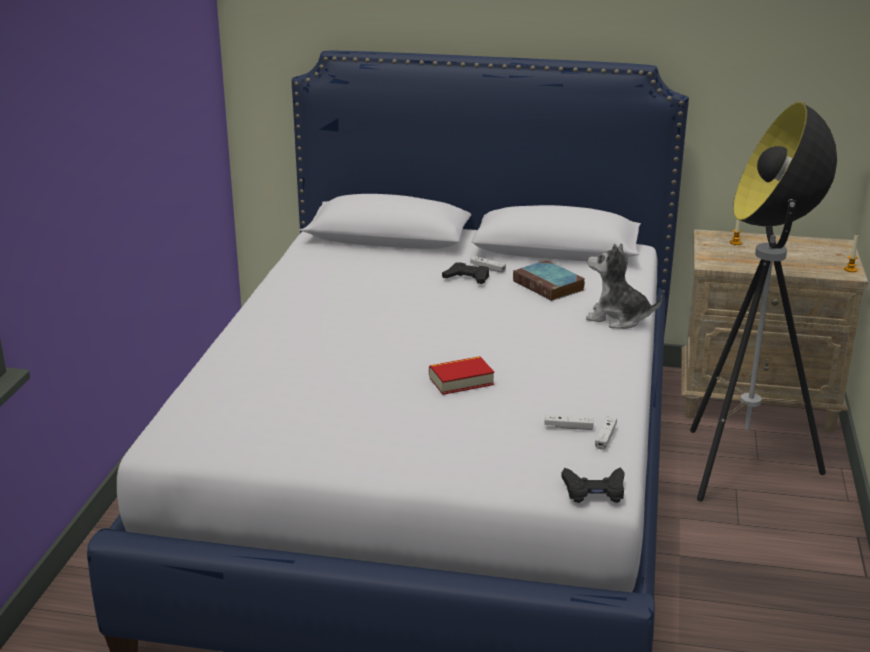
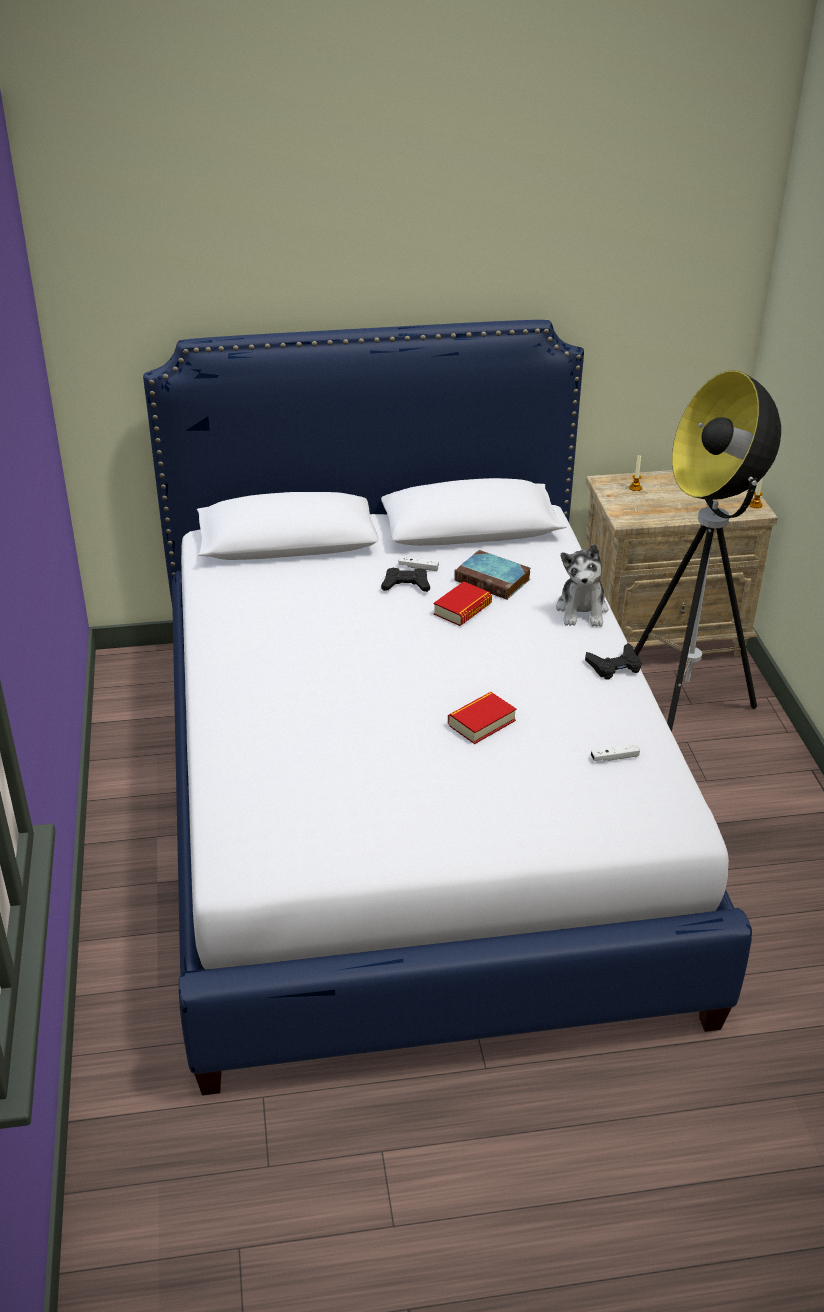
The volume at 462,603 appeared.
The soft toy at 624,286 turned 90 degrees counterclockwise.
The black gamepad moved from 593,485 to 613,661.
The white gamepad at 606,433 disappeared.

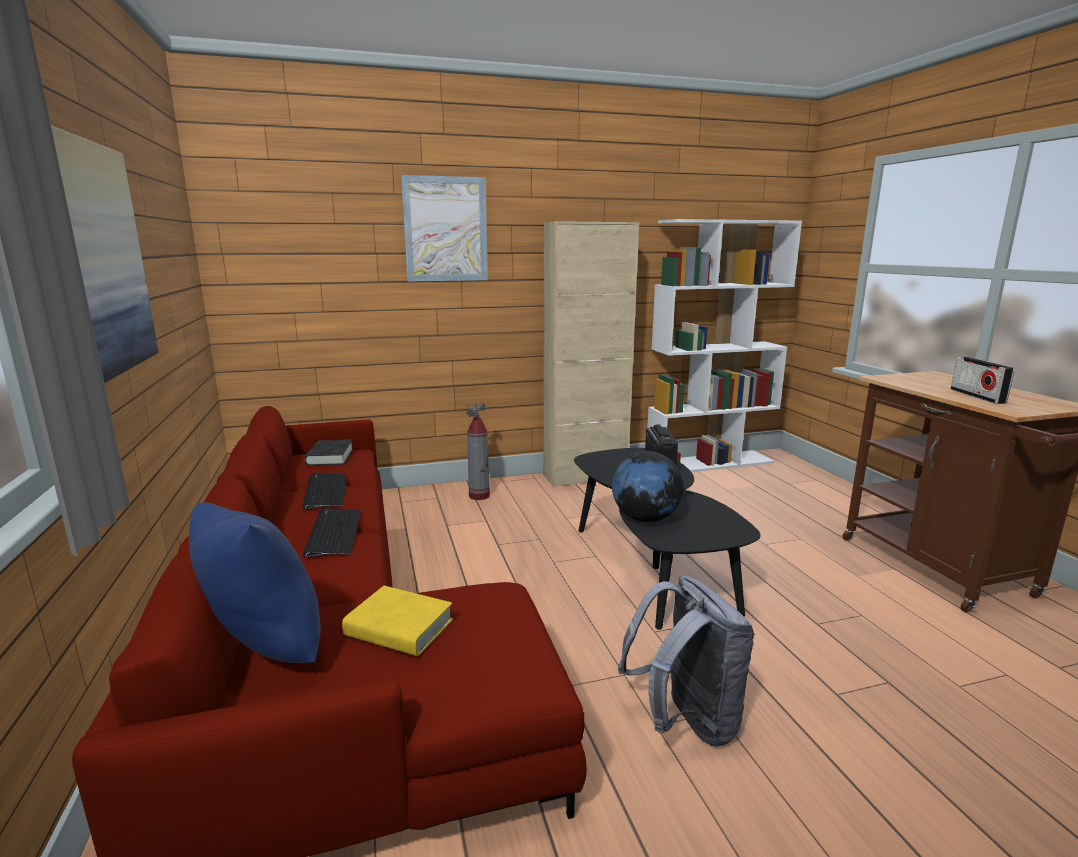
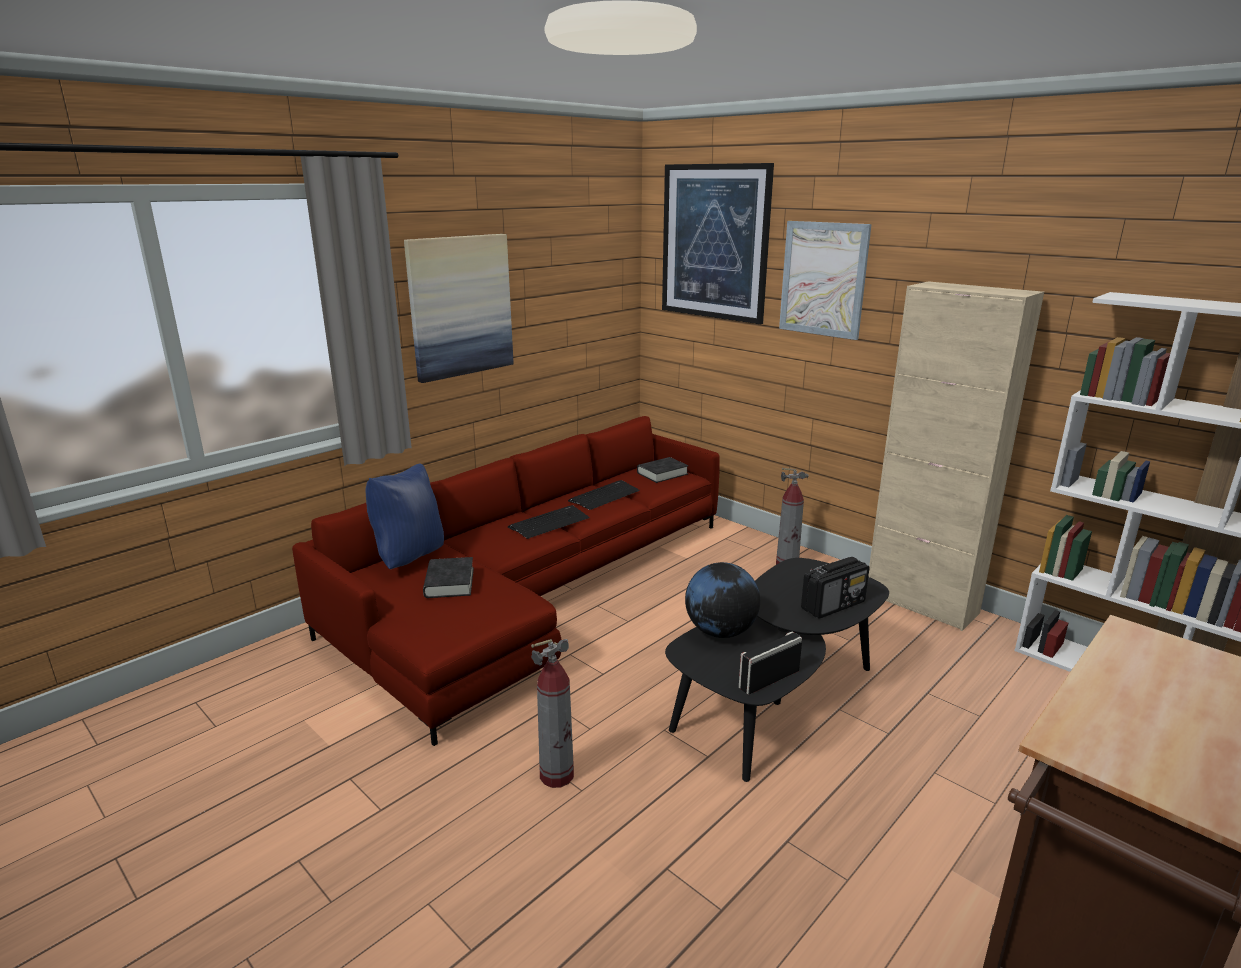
The yellow-coloured volume at 397,621 became the black volume at 448,577.
The greyish knapsack at 686,661 was replaced by the fire extinguisher at 552,713.
The picture at 718,243 appeared.
The radio set moved from 983,380 to 770,663.

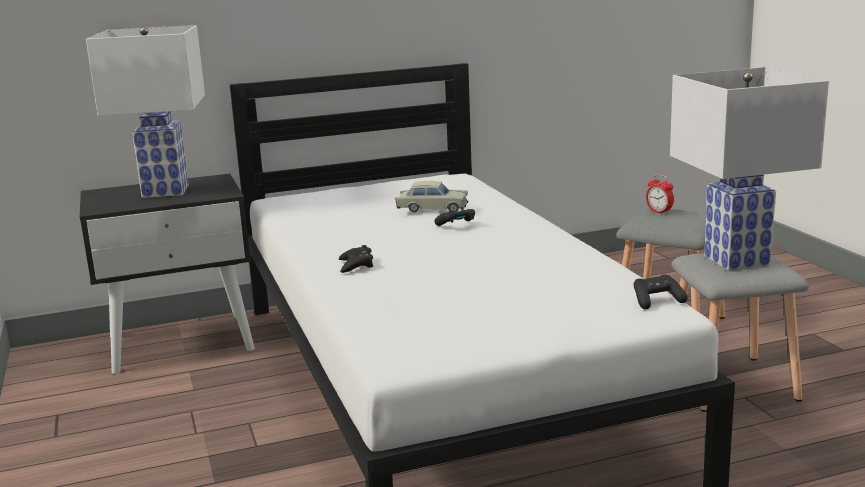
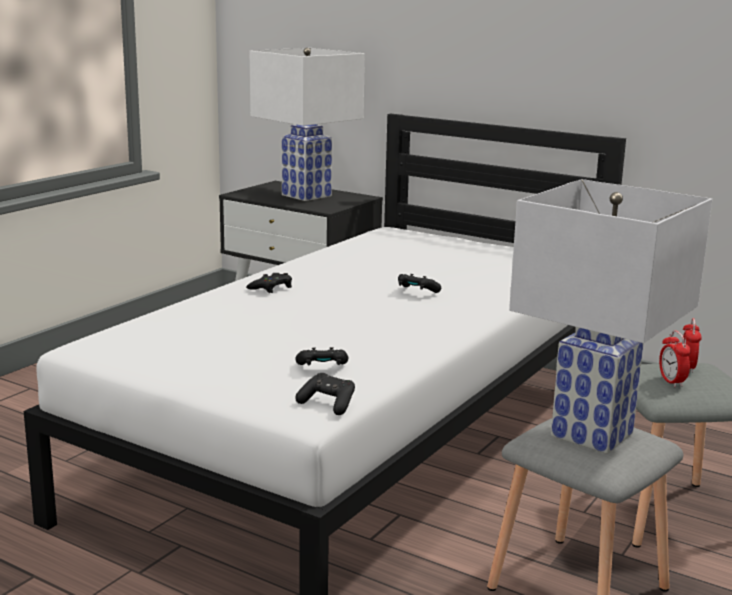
The black gamepad at 322,356 appeared.
The table clock at 675,359 appeared.
The sand-coloured miniature car at 431,196 disappeared.

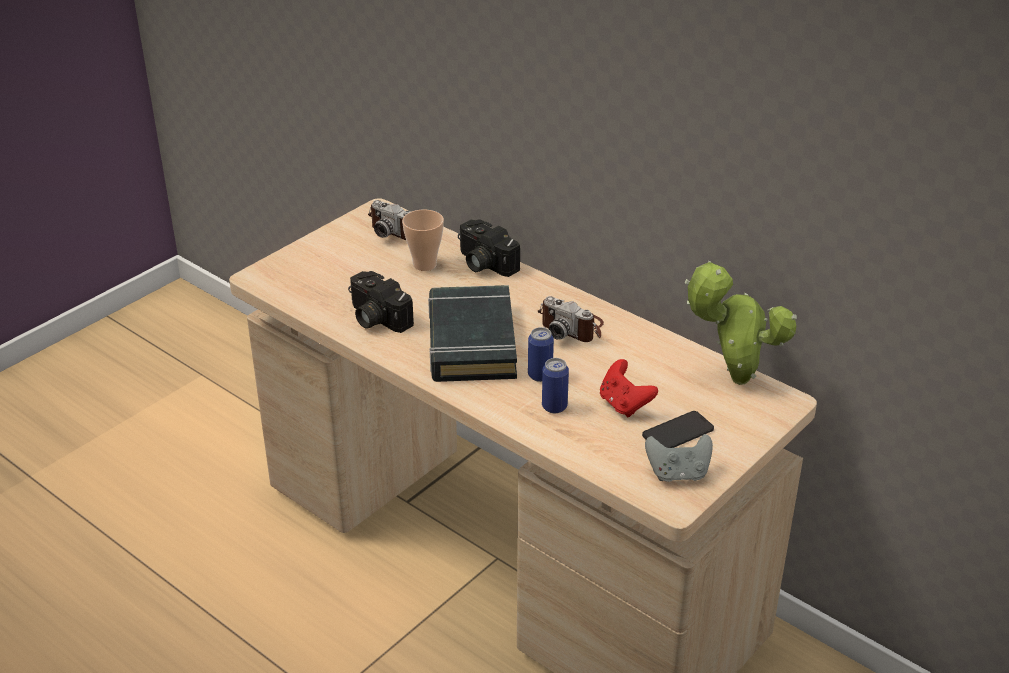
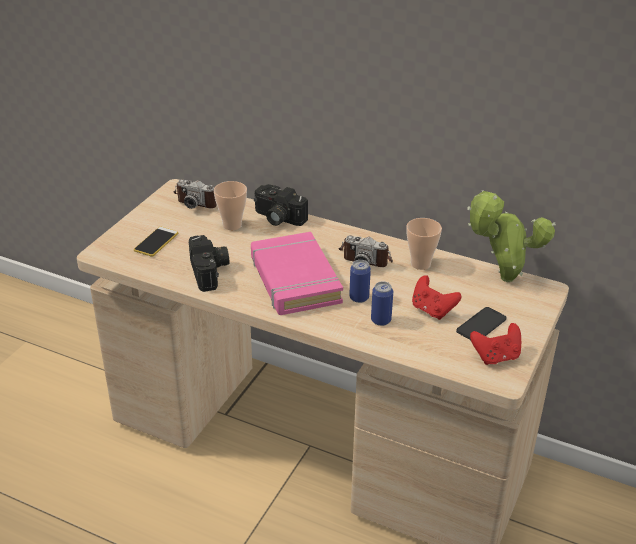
The telephone at 156,242 appeared.
The still camera at 381,302 turned 135 degrees counterclockwise.
The black volume at 472,333 became the pink-coloured volume at 297,273.
The small cup at 424,244 appeared.
The greyish gamepad at 679,458 became the reddish gamepad at 495,344.

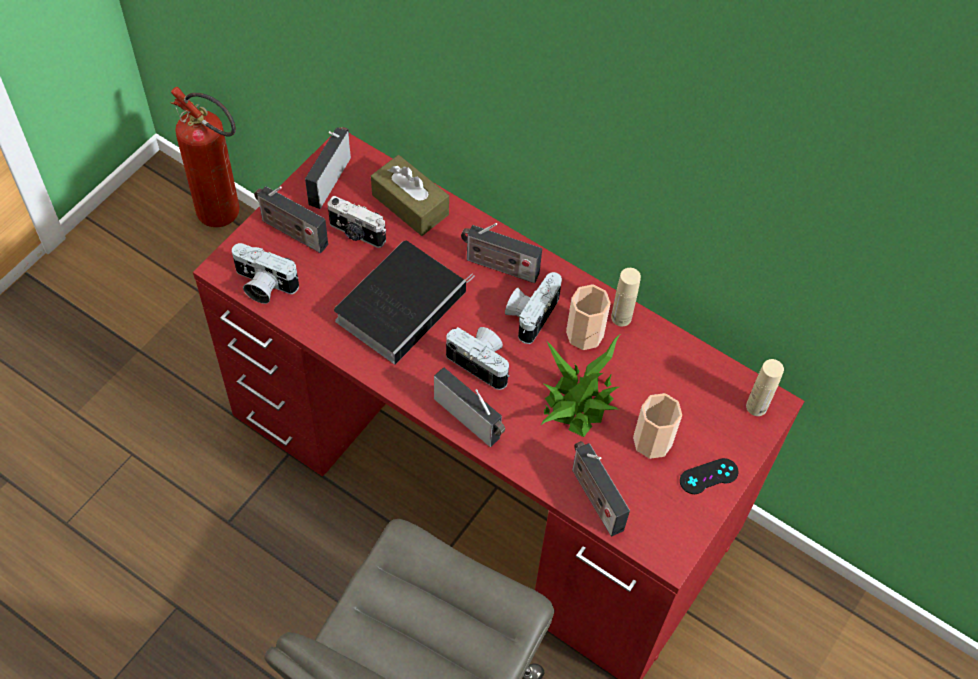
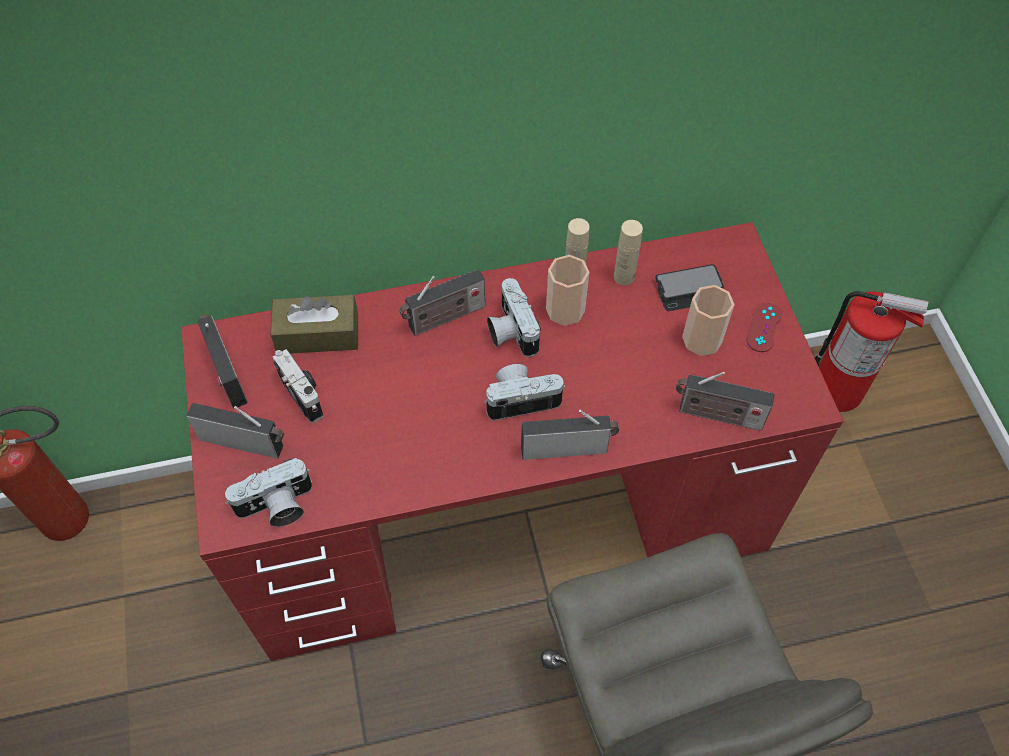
The radio set at 291,219 turned 150 degrees counterclockwise.
The still camera at 356,222 turned 105 degrees counterclockwise.
The sand-coloured bottle moved from 765,387 to 628,252.
The telephone at 689,287 appeared.
The black gamepad at 709,476 became the reddish gamepad at 764,327.
The fire extinguisher at 872,351 appeared.
The volume at 404,302 disappeared.
The plant in a pot at 580,385 disappeared.

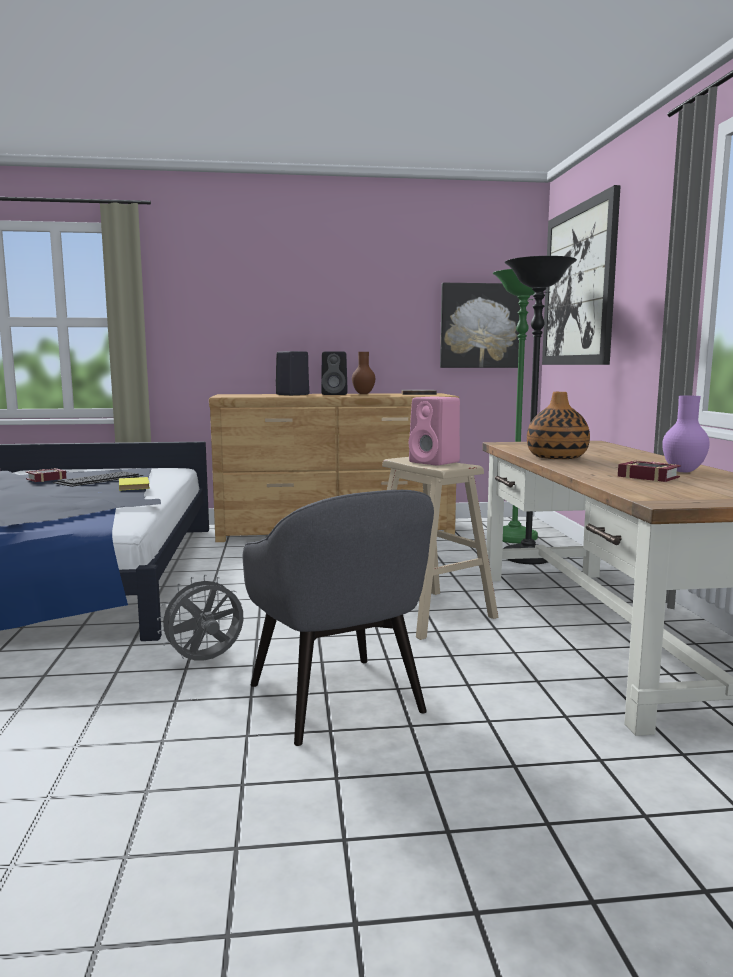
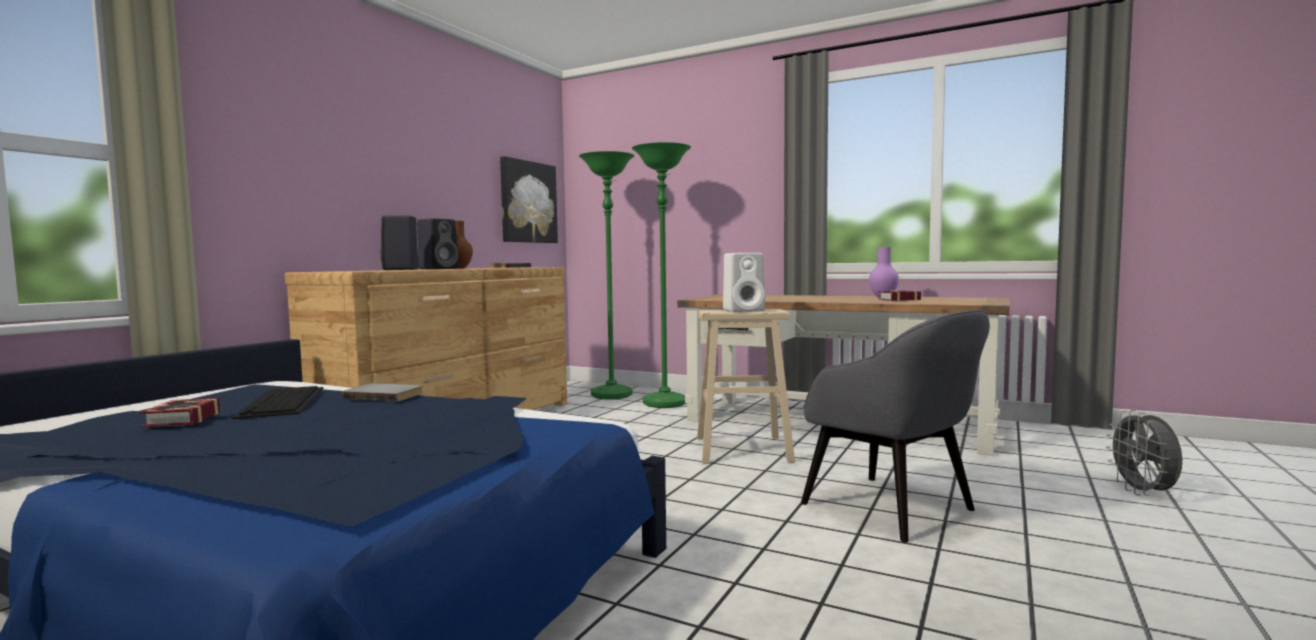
The yellow-coloured volume at 134,483 became the greyish volume at 382,392.
The black standing lamp at 540,410 became the green standing lamp at 661,275.
The pink-coloured loudspeaker at 434,431 became the white loudspeaker at 744,282.
The greyish easy chair at 338,618 turned 45 degrees clockwise.
The greyish electric fan moved from 200,618 to 1144,453.
The flower vase at 558,425 disappeared.
The picture at 581,275 disappeared.

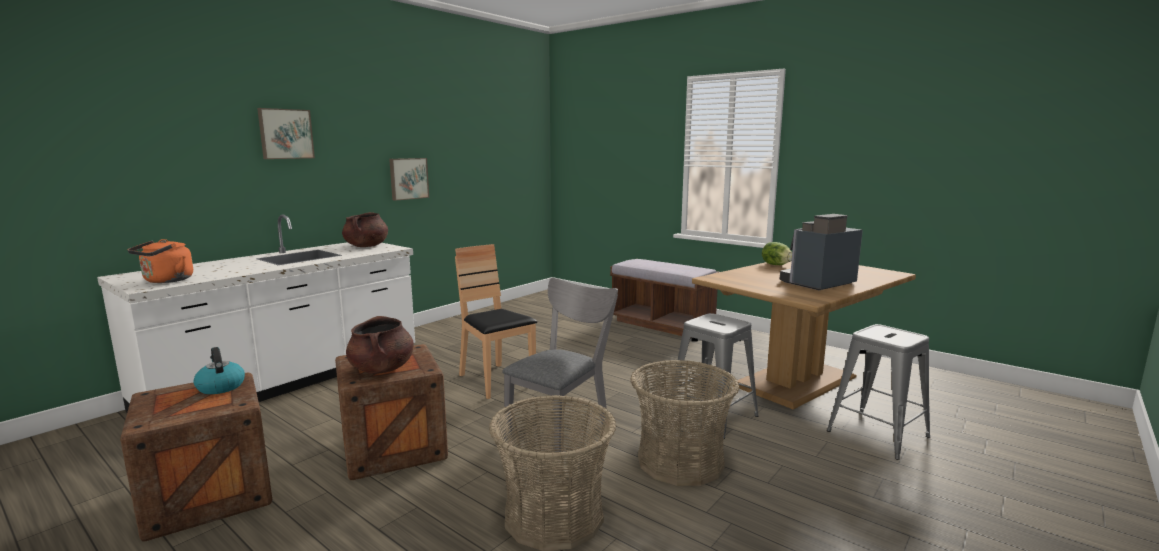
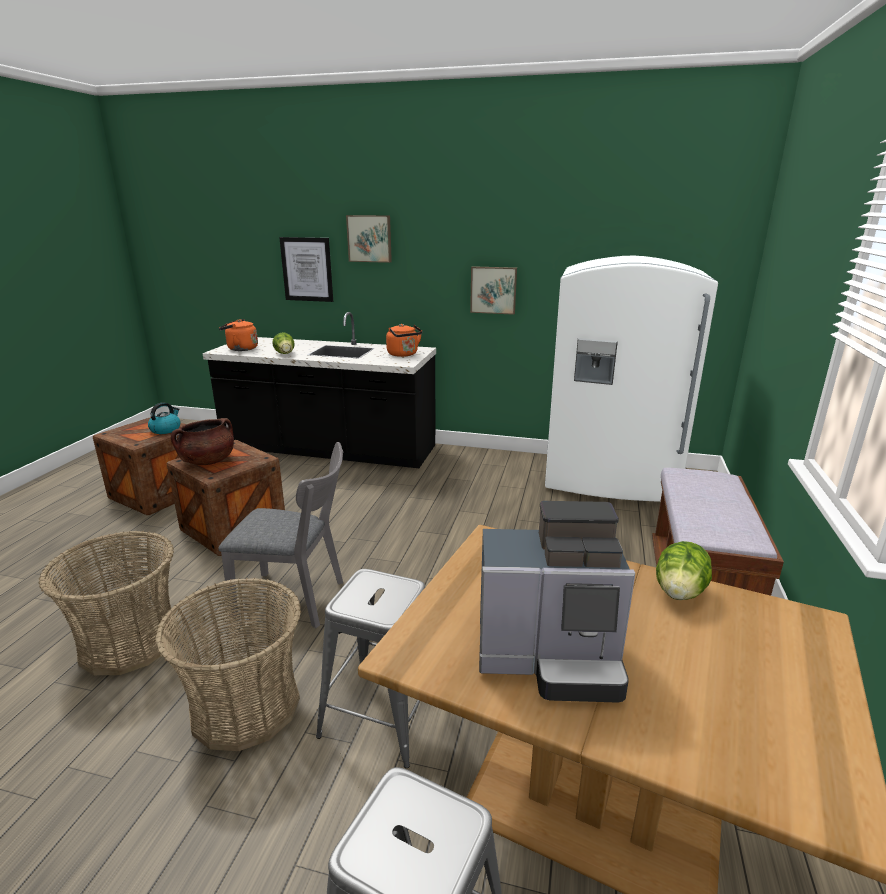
The white counter at 256,313 became the black counter at 319,390.
The lettuce at 283,343 appeared.
The picture at 306,269 appeared.
The brown stockpot at 365,229 was replaced by the orangey water kettle at 404,340.
The coffee machine at 821,252 turned 150 degrees clockwise.
The white refrigerator at 631,379 appeared.
The brown chair at 496,321 disappeared.

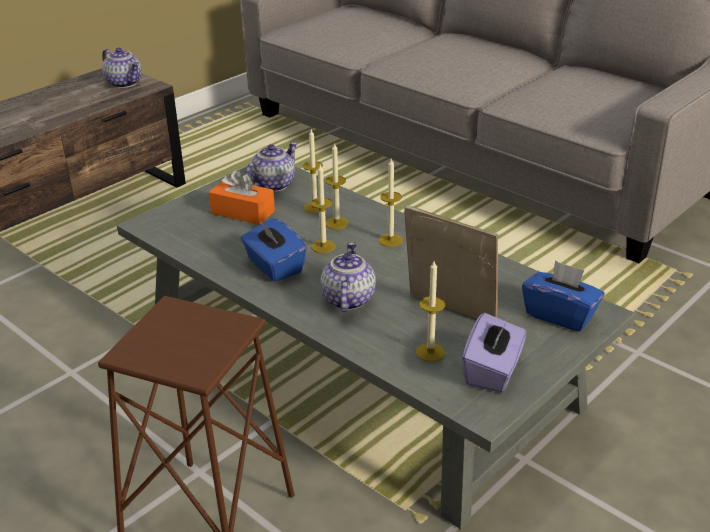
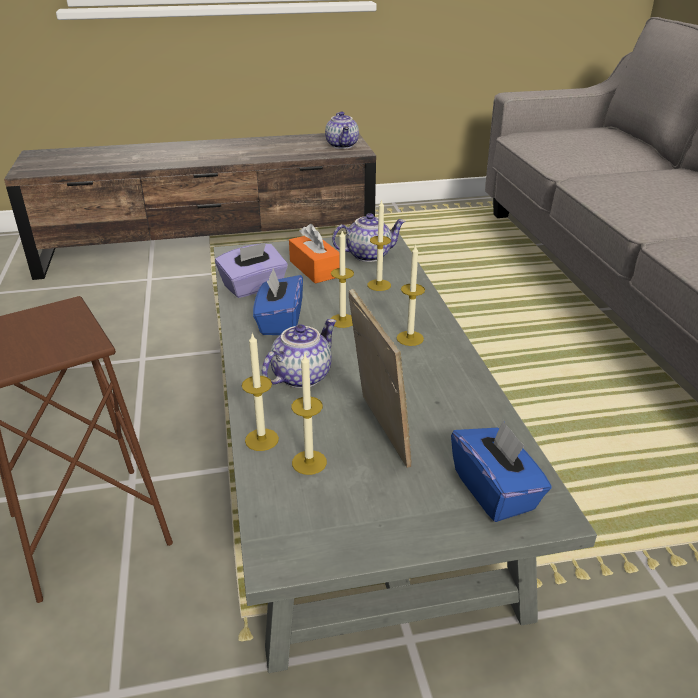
The purple tissue box moved from 494,353 to 251,270.
The candle moved from 337,185 to 260,392.

